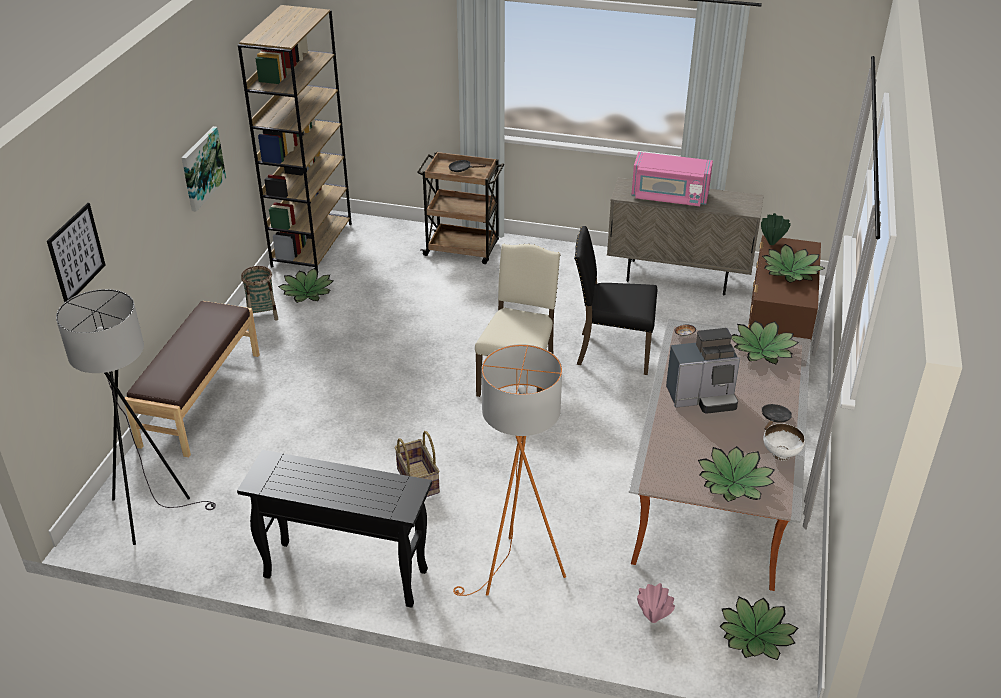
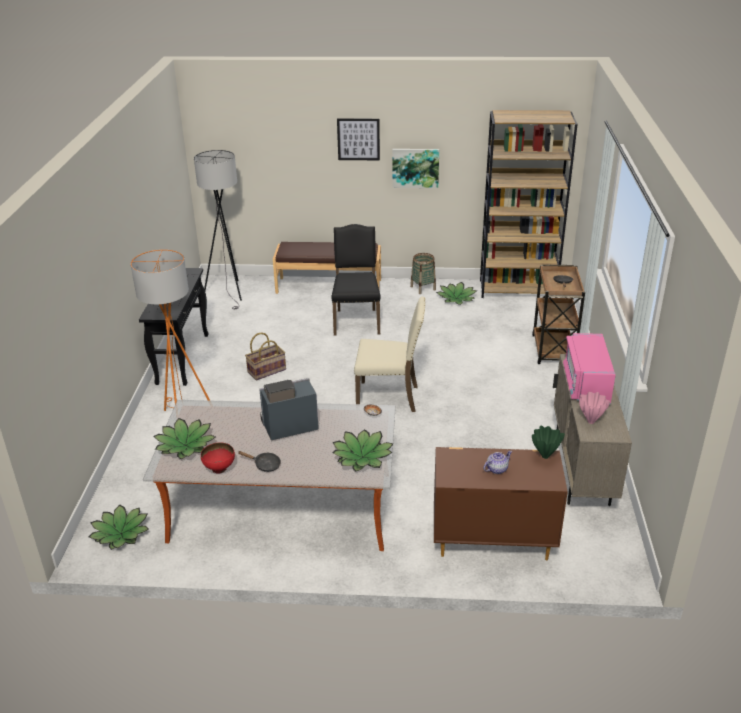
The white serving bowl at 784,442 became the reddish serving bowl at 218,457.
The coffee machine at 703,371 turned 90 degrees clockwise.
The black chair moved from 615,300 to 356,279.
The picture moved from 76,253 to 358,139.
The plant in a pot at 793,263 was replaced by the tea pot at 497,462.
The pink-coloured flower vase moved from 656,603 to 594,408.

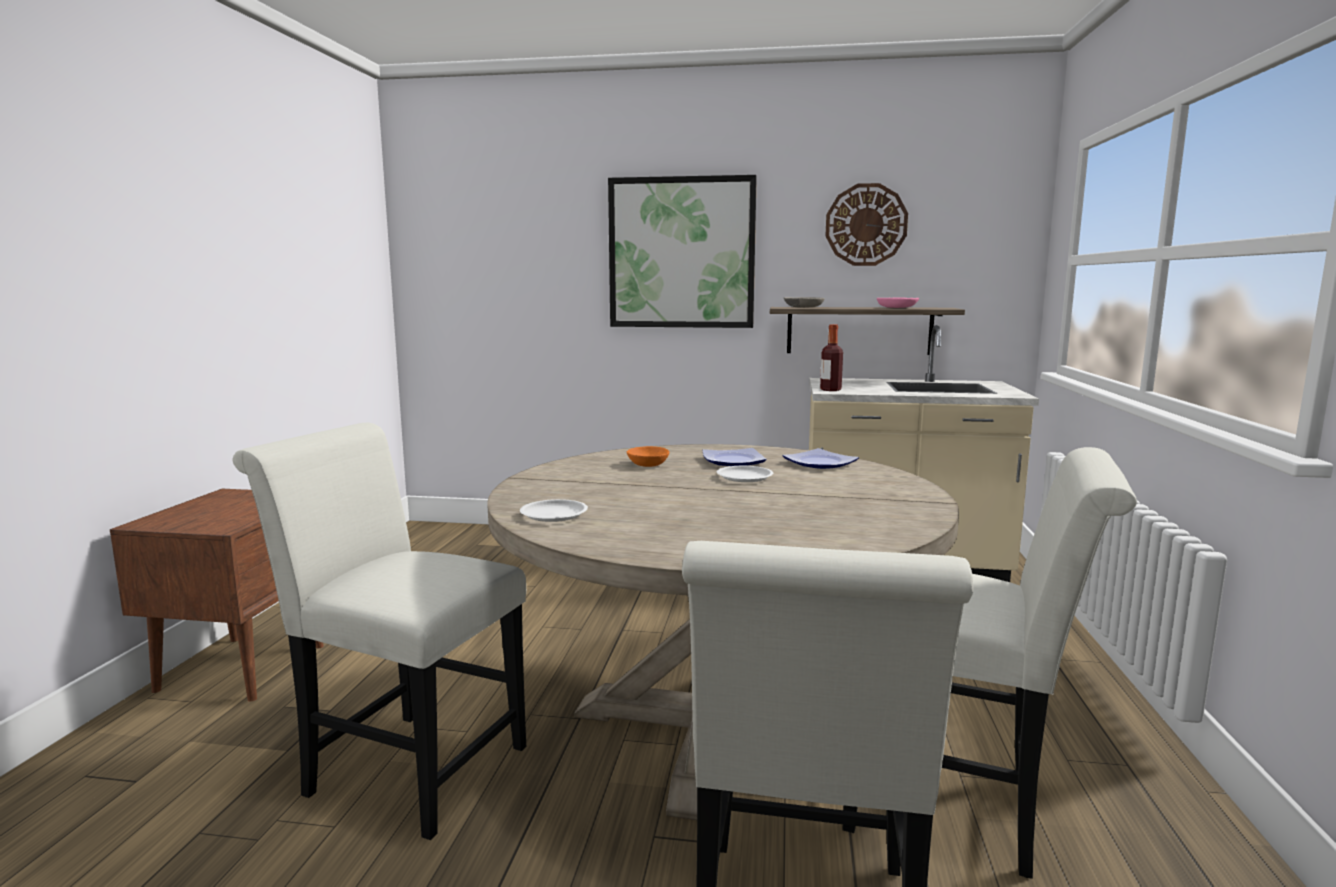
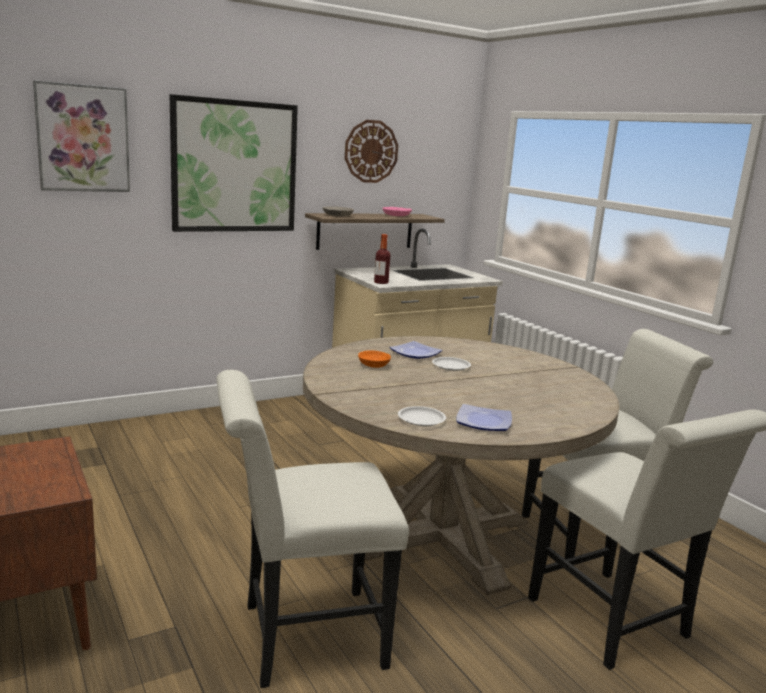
The picture at 81,136 appeared.
The flat dish moved from 821,458 to 484,417.

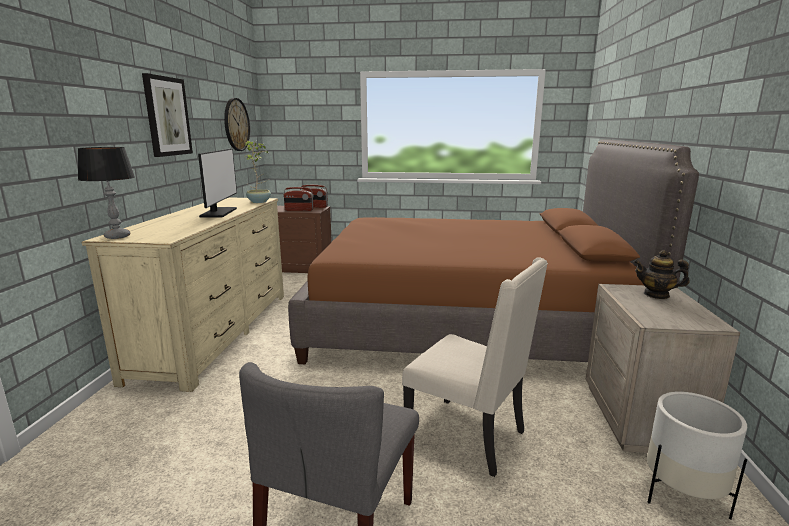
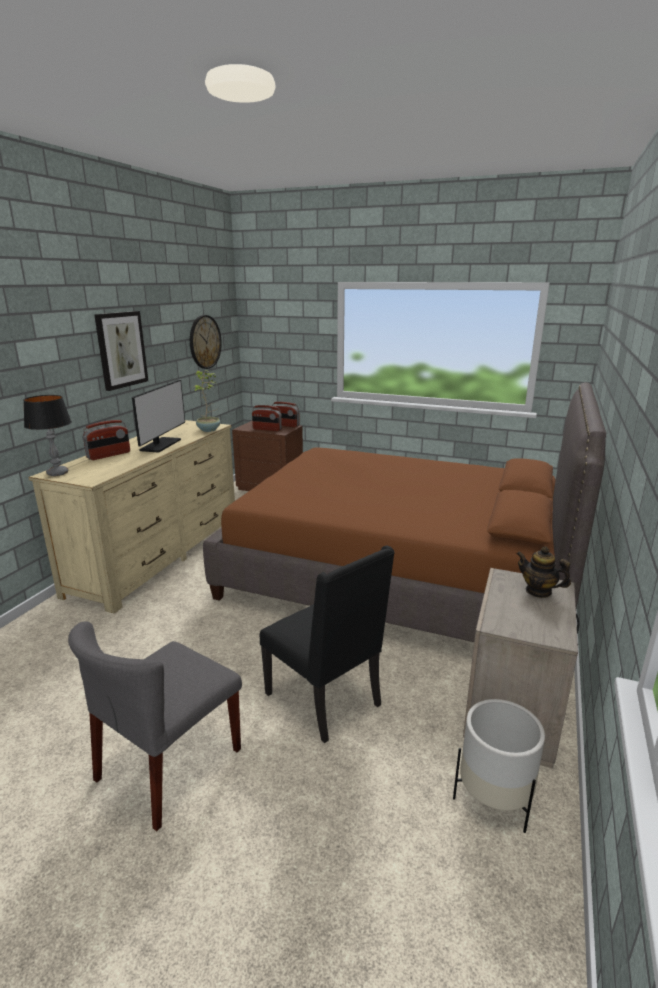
The radio set at 106,440 appeared.
The sand-coloured chair at 475,367 became the black chair at 327,644.

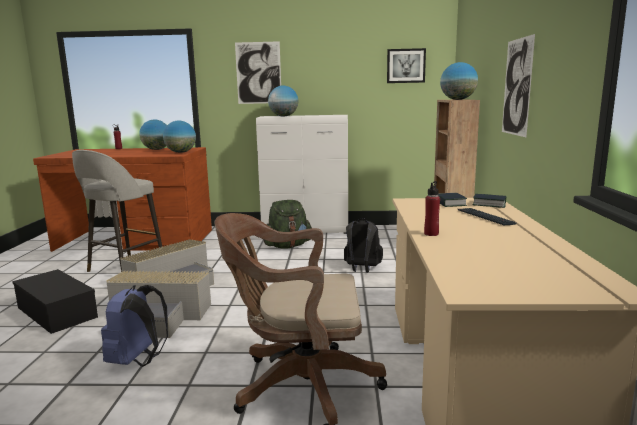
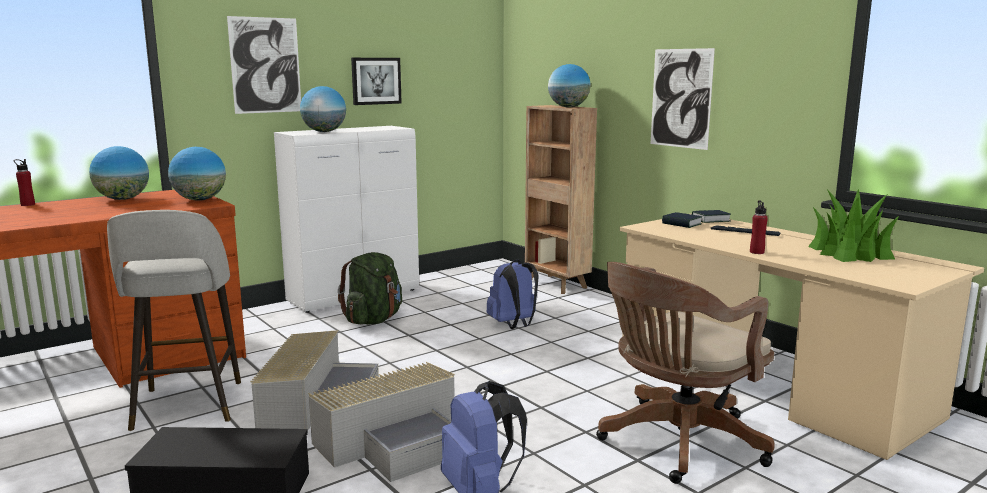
The picture moved from 406,65 to 376,81.
The black knapsack at 363,245 became the blue knapsack at 513,294.
The plant in a pot at 854,225 appeared.

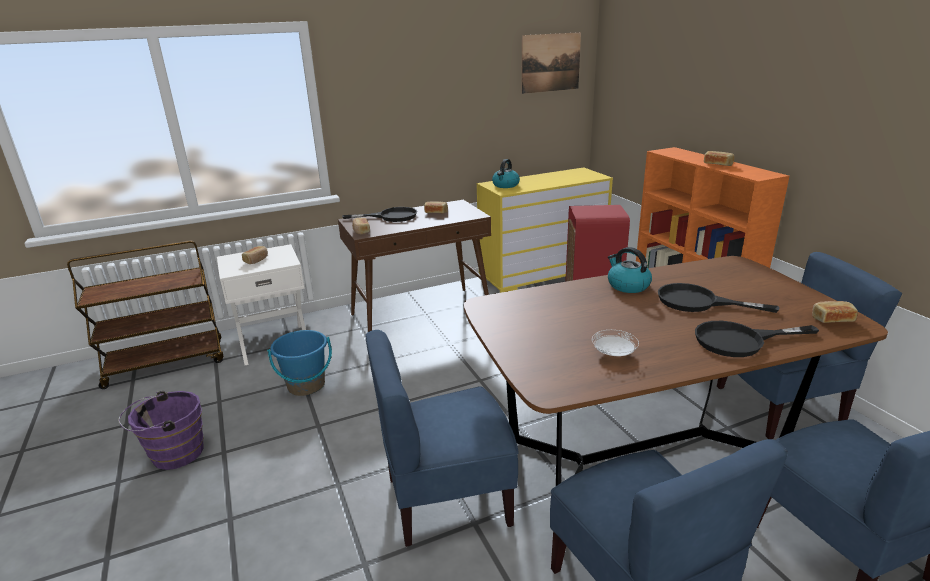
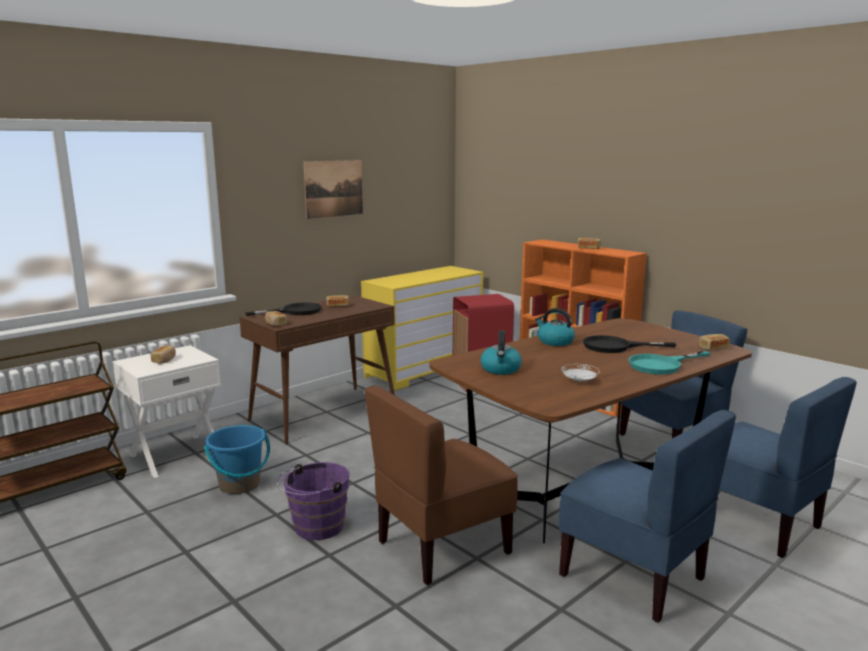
The purple bucket moved from 161,430 to 313,501.
The picture moved from 551,63 to 333,189.
The blue chair at 442,438 became the brown chair at 441,485.
The water kettle moved from 506,173 to 501,353.
The black frying pan at 757,339 became the turquoise frying pan at 669,362.

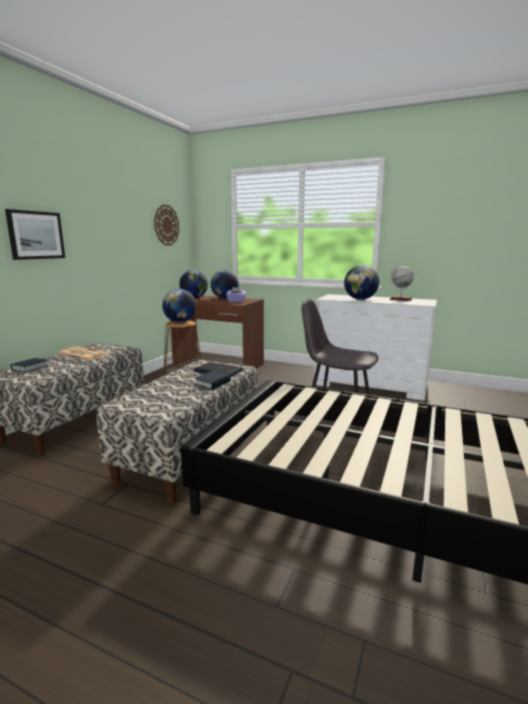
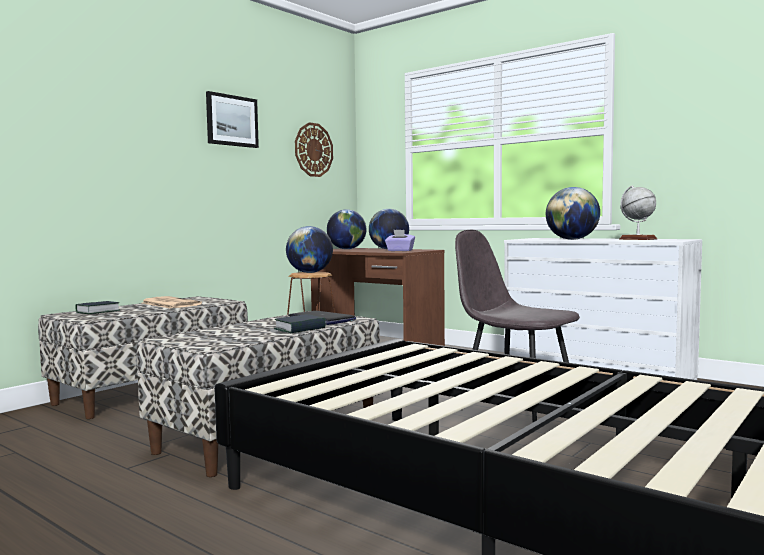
The picture moved from 35,234 to 232,119.

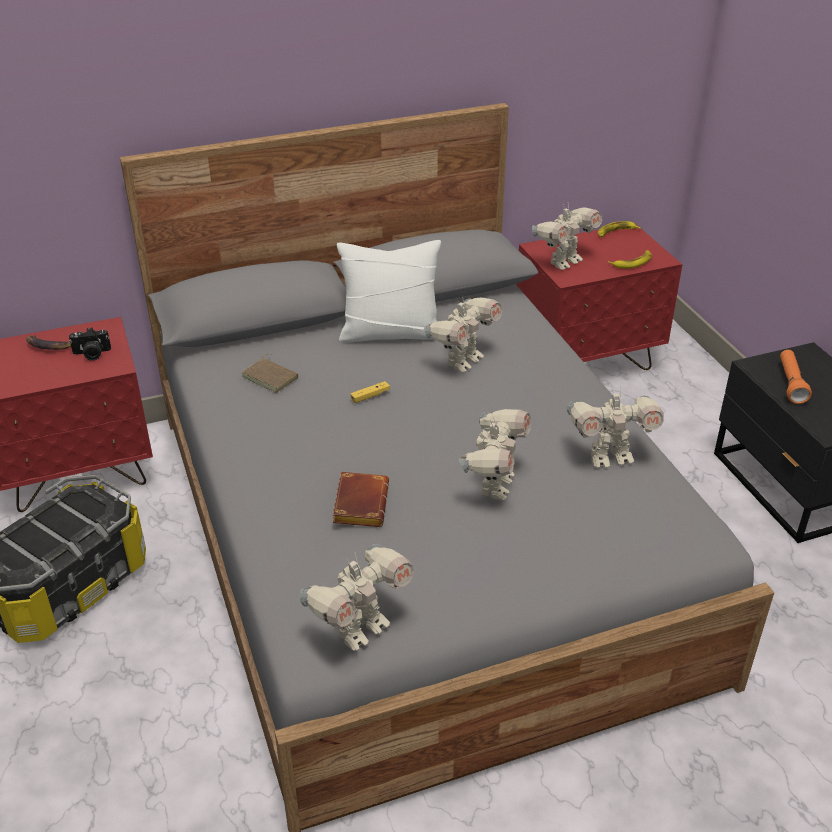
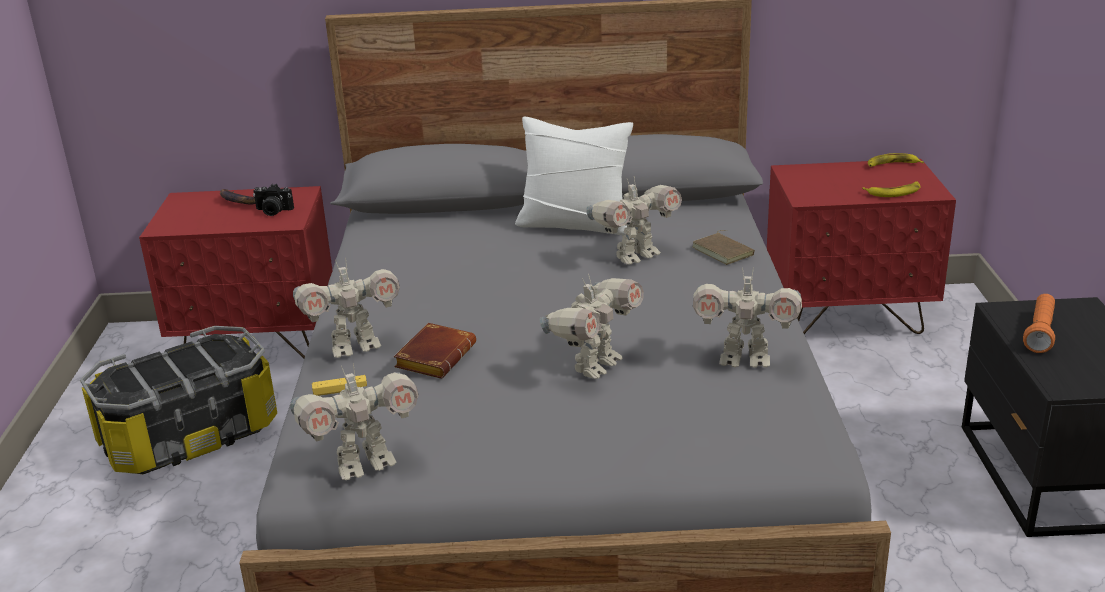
The robot figure moved from 567,237 to 346,308.
The yellow-coloured gamepad moved from 370,392 to 339,385.
The brown volume moved from 270,373 to 723,247.

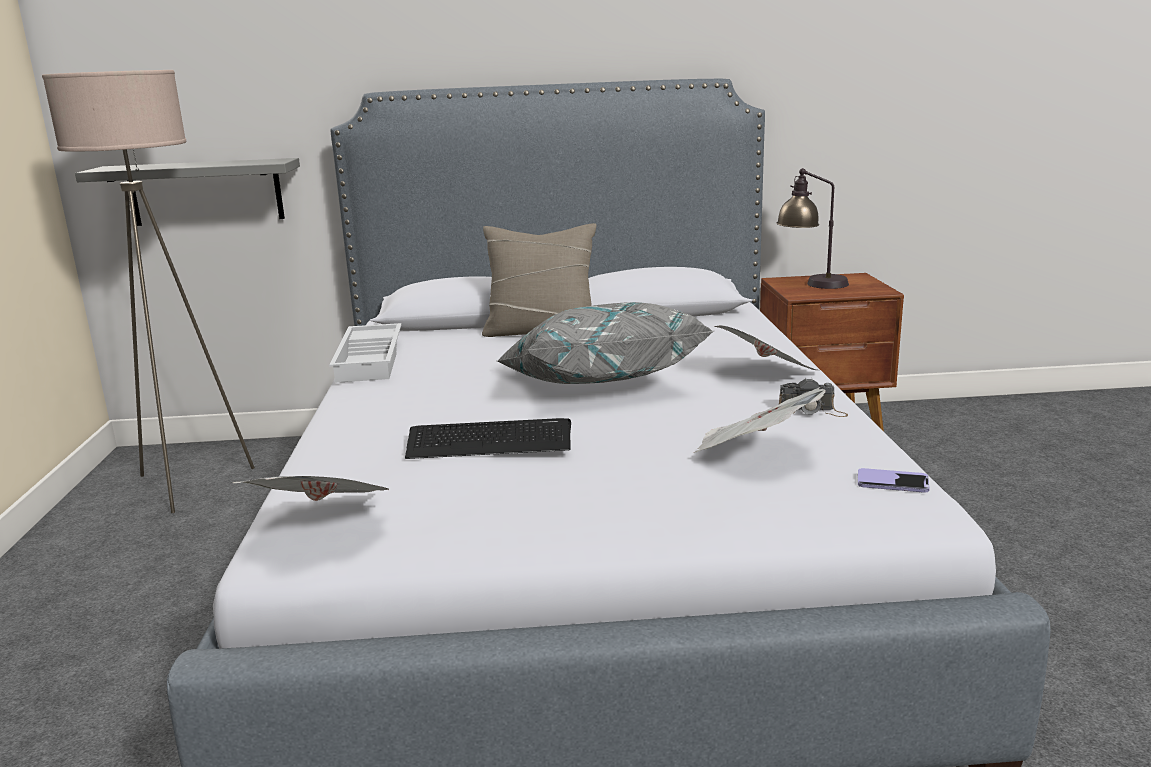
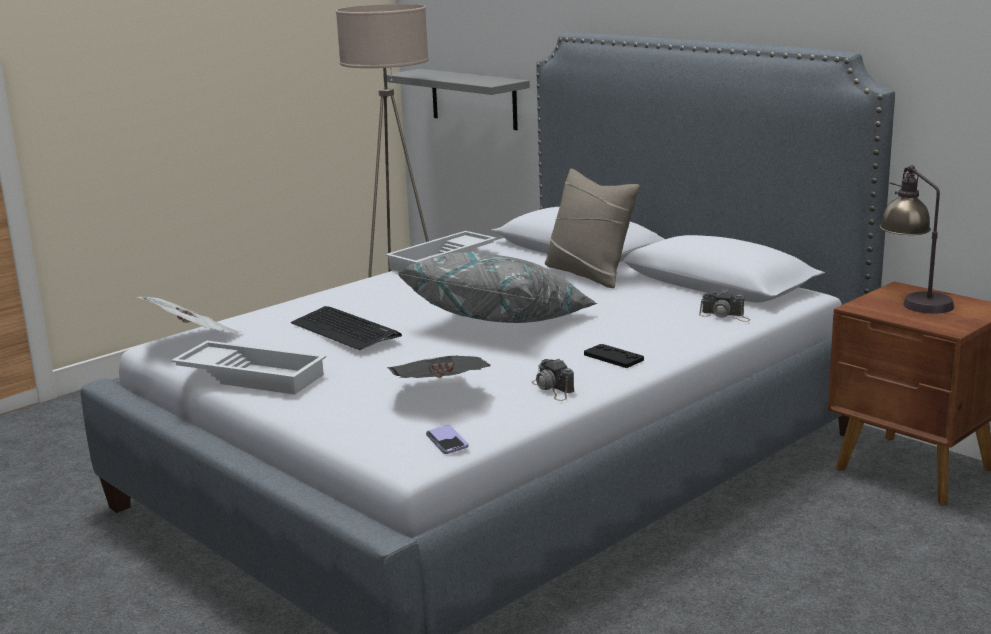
The white carrying tray at 248,368 appeared.
The printed paper at 765,347 was replaced by the black gamepad at 614,356.
The still camera at 724,305 appeared.

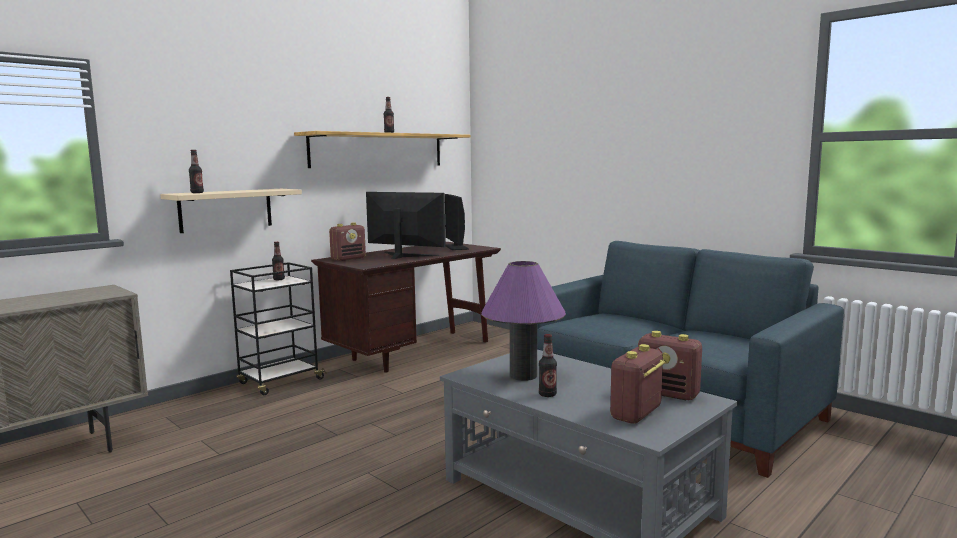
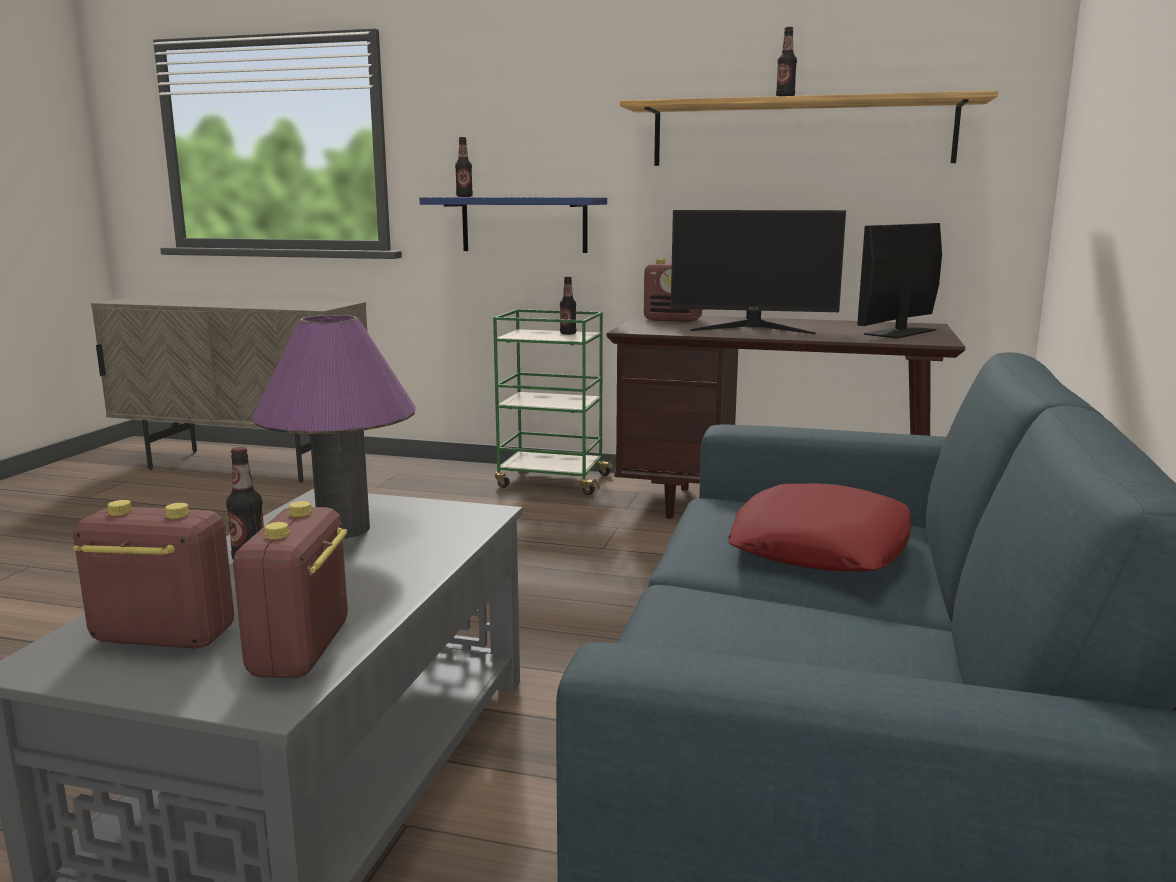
The sand-coloured shelf at 231,211 became the blue shelf at 513,225.
The black trolley at 278,328 became the green trolley at 554,402.
The computer screen at 406,225 turned 105 degrees clockwise.
The reddish cushion at 819,527 appeared.

